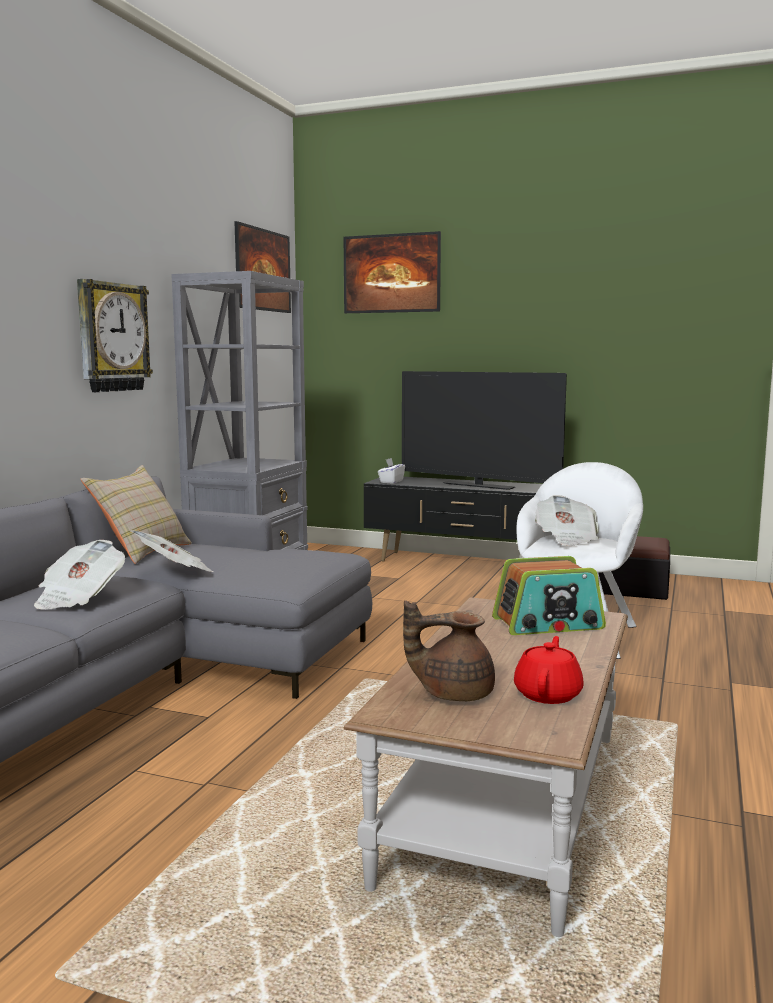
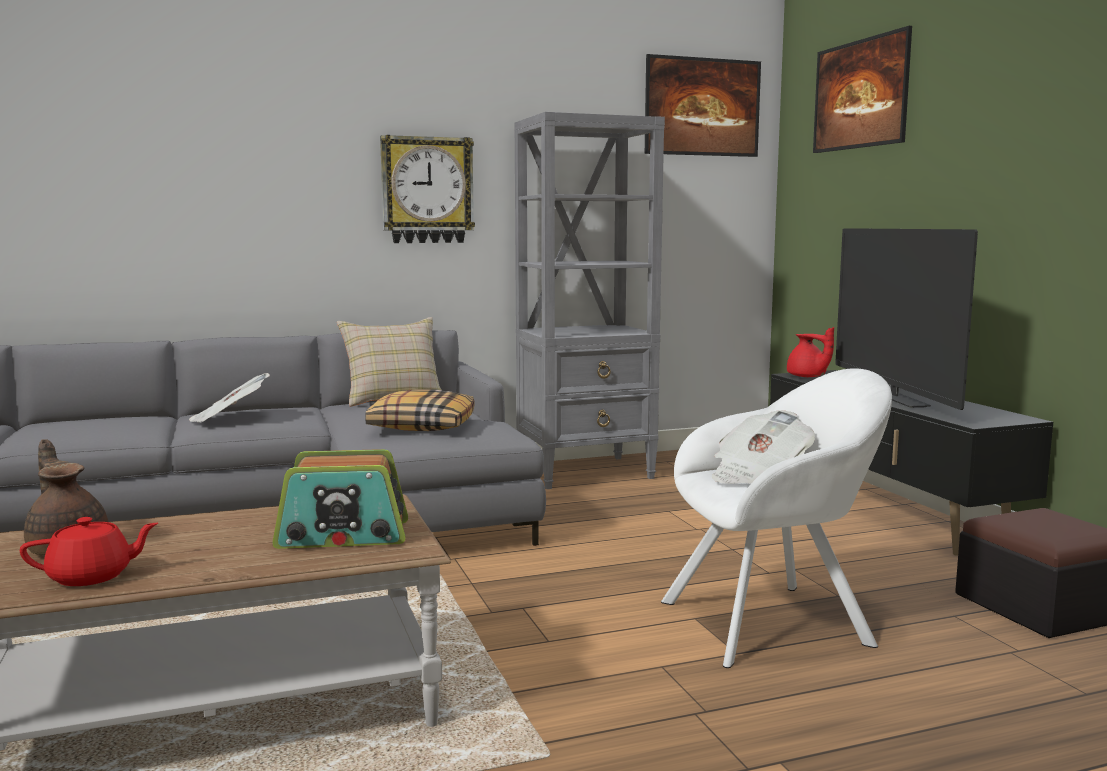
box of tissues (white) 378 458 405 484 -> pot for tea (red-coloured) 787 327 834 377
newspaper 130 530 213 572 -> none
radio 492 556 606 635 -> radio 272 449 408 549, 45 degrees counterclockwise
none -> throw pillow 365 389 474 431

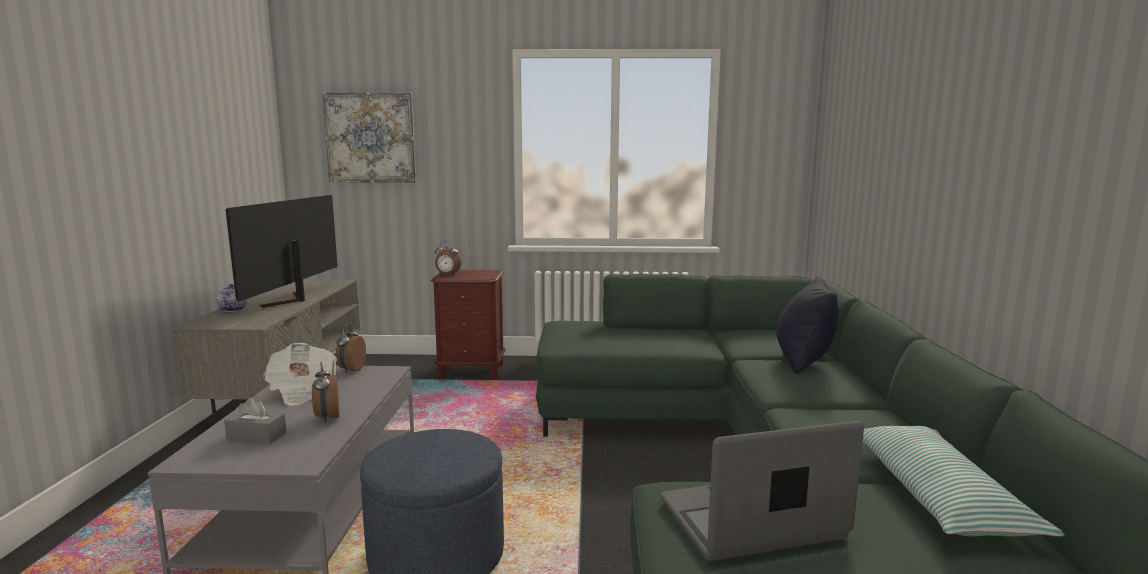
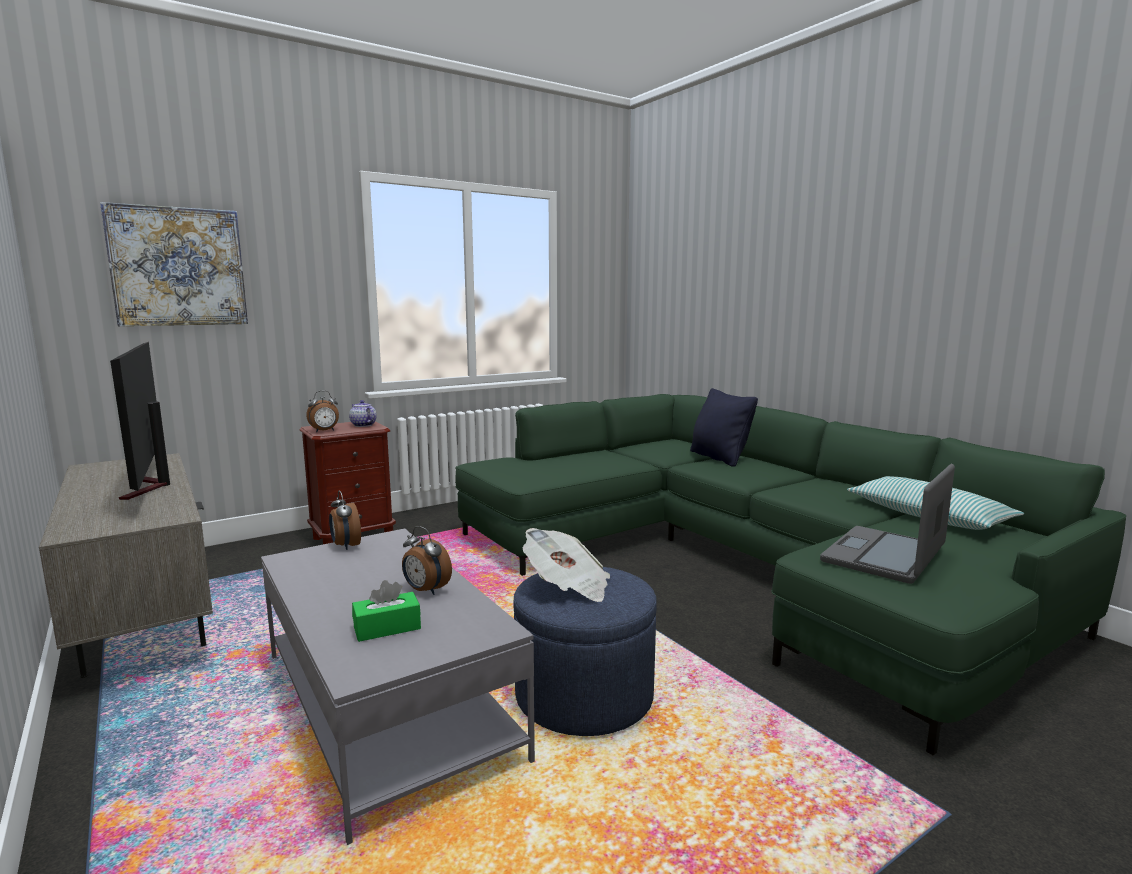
pot for tea 217 284 247 312 -> pot for tea 349 400 377 427, moved
newspaper 263 343 337 406 -> newspaper 522 528 610 602, moved
box of tissues (gray) 224 398 287 444 -> box of tissues (green-coloured) 352 580 421 642

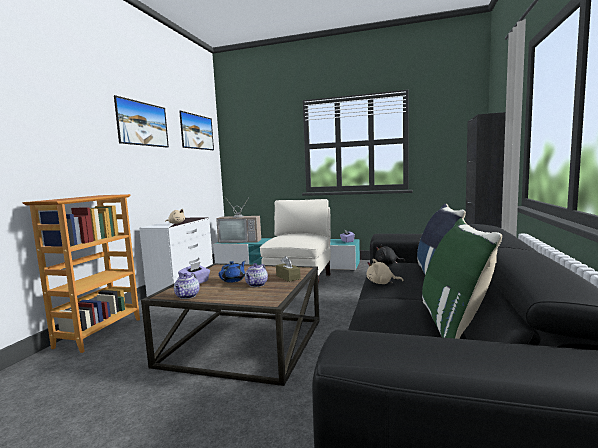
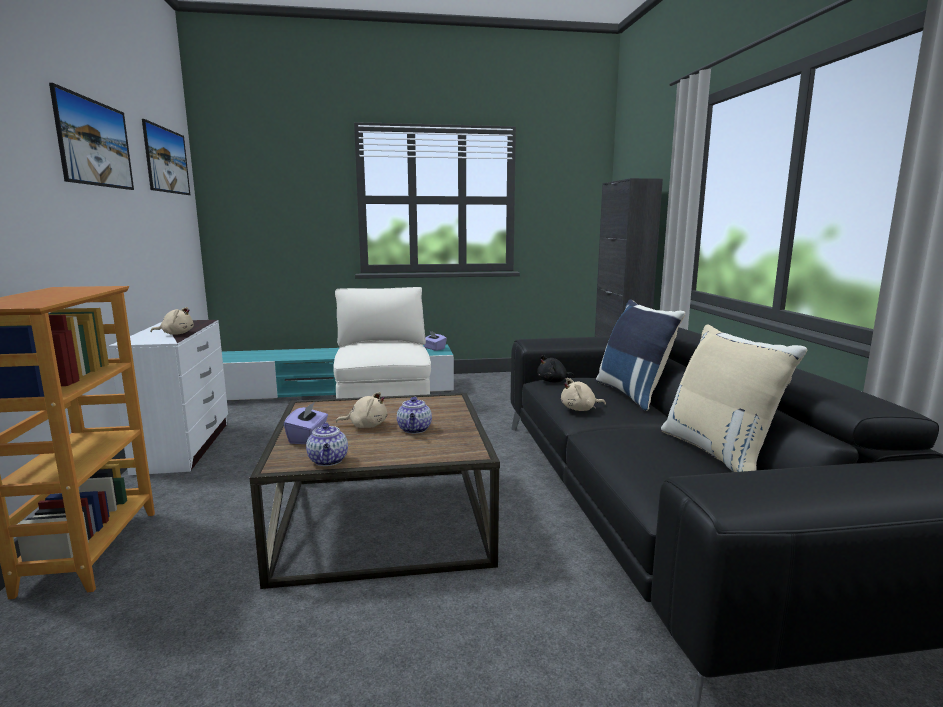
TV 216 196 261 243 -> none
throw pillow (green-coloured) 422 218 502 339 -> throw pillow (sand-coloured) 661 324 807 472
box of tissues (brown-coloured) 276 256 301 282 -> none
pot for tea (bluish) 219 261 245 283 -> plush toy (sand-coloured) 336 392 387 428

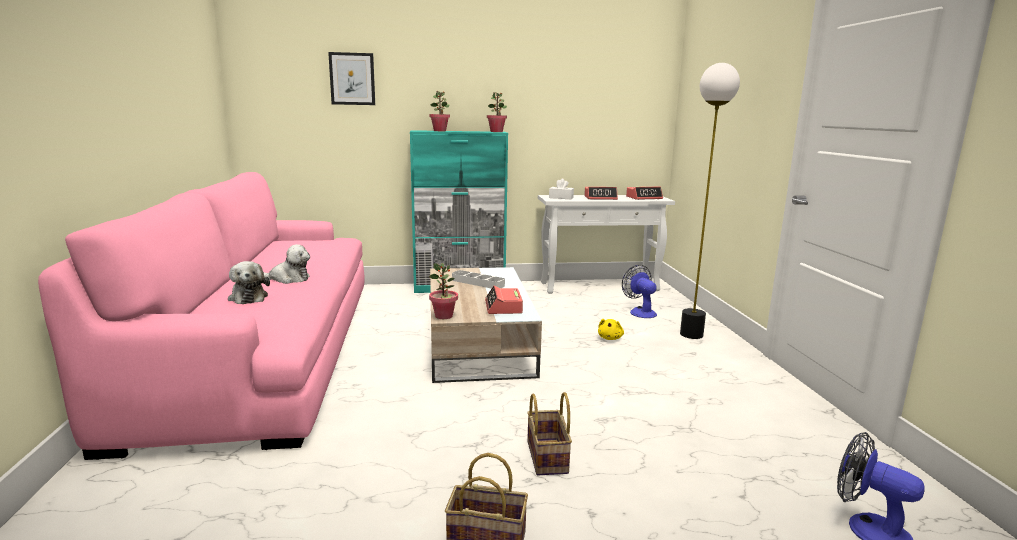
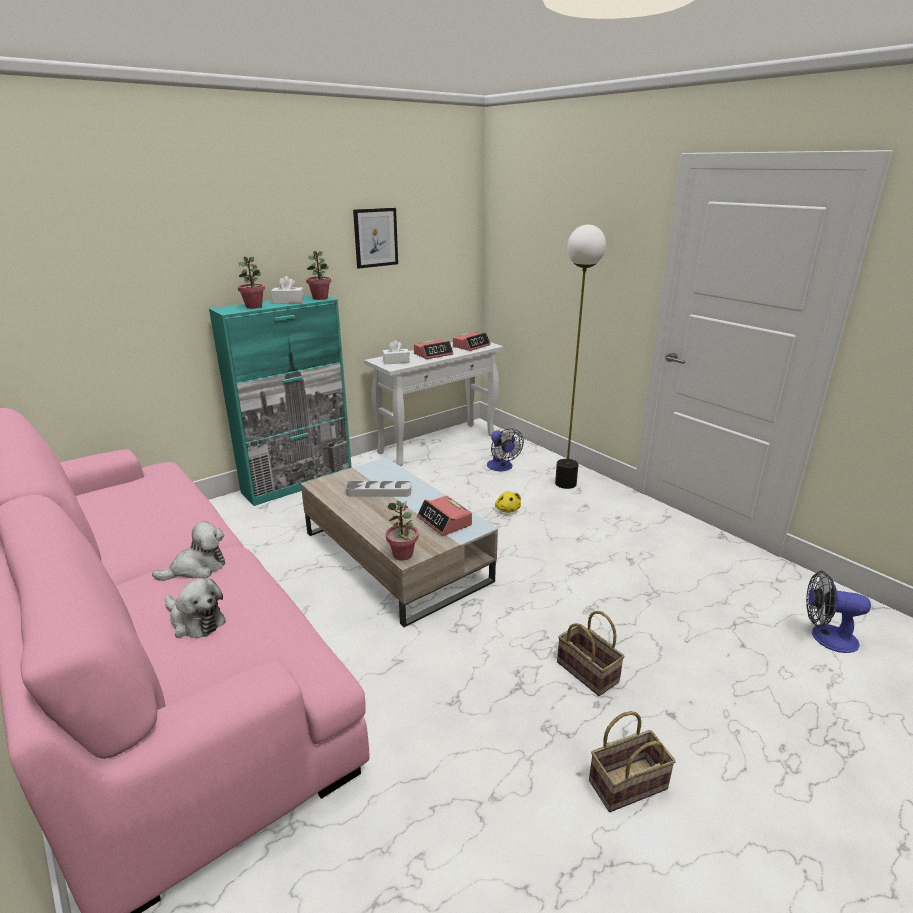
wall picture 328 52 375 105 -> wall picture 353 208 398 269, moved
electric fan 622 265 657 318 -> electric fan 487 428 524 471, 150 degrees counterclockwise
none -> box of tissues (white) 271 276 304 304

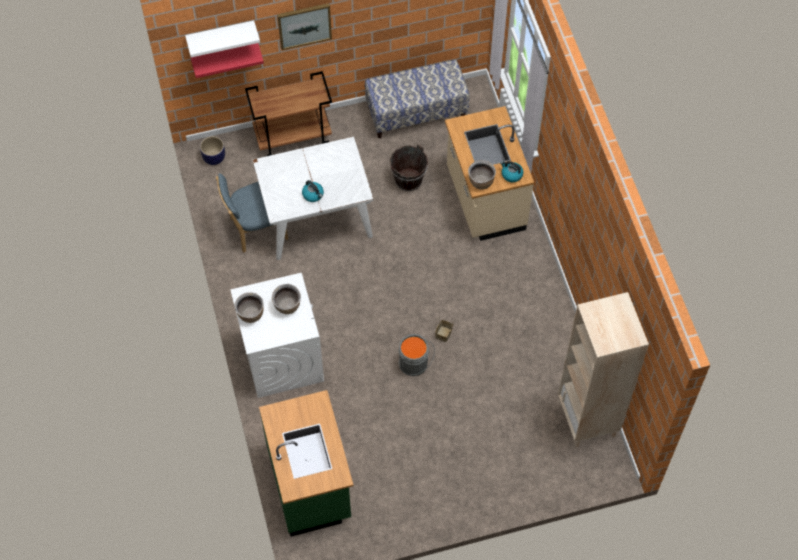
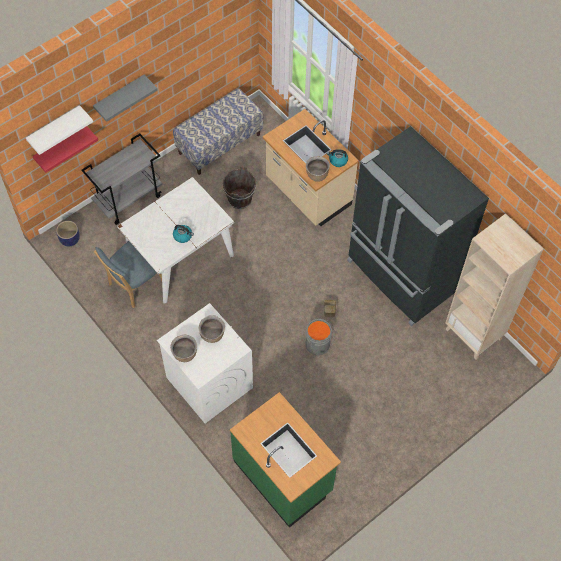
wall picture 277 3 332 50 -> bracket shelf (gray) 93 75 158 122
trolley (brown-coloured) 245 71 332 156 -> trolley (gray) 81 133 162 225
none -> fridge (black) 347 126 489 326

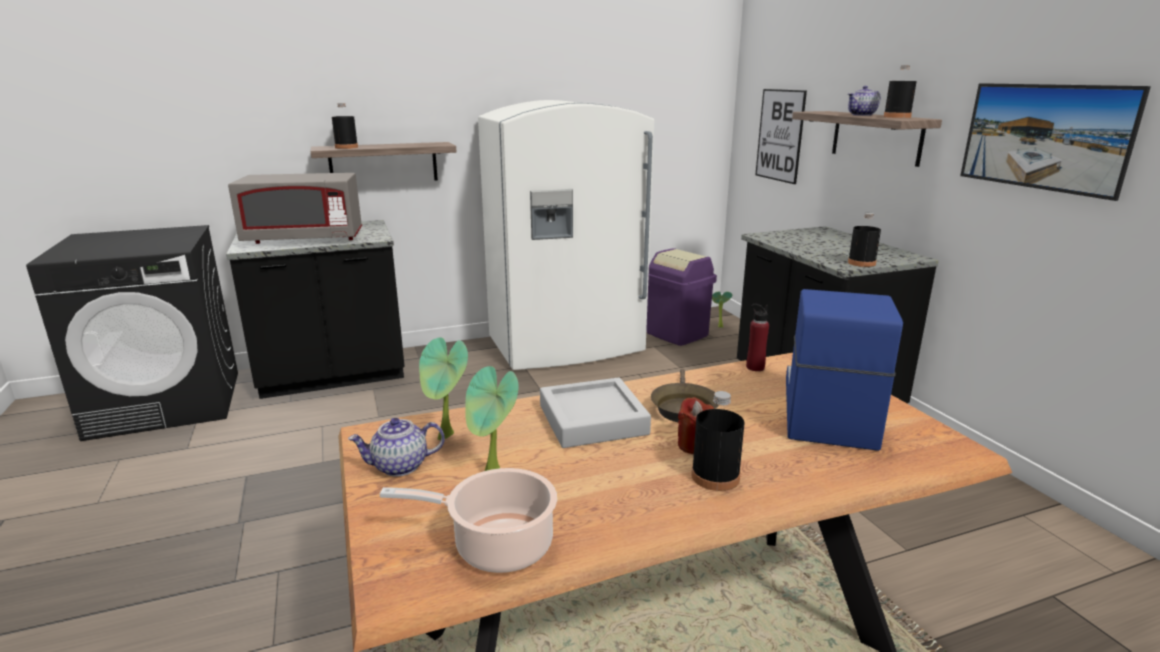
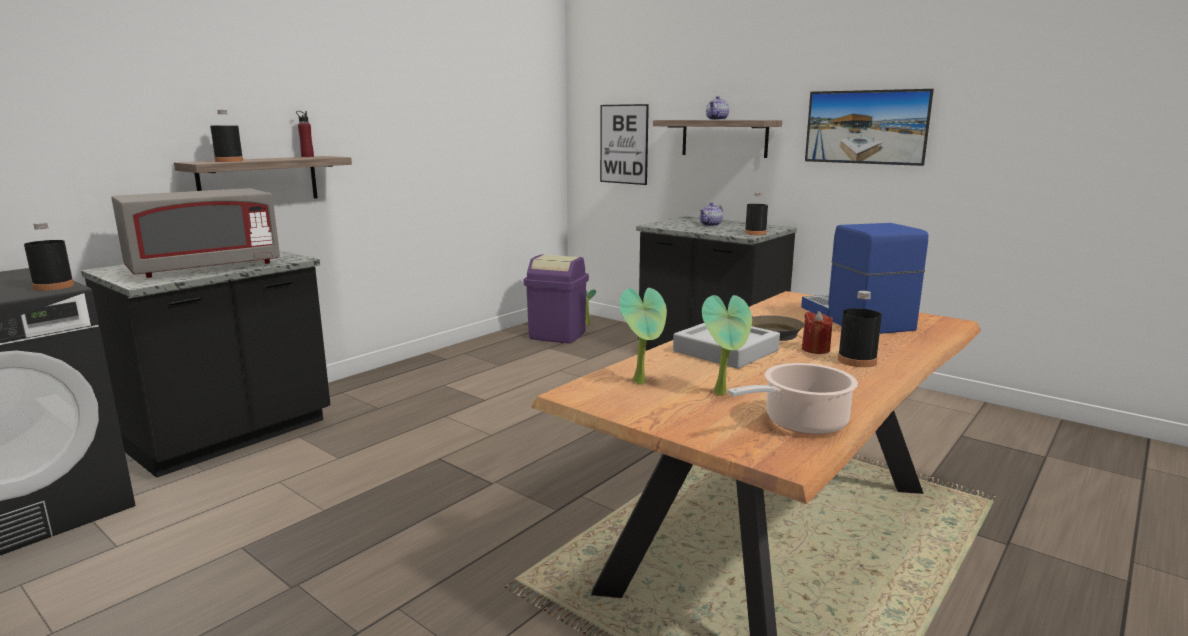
drink bottle (black) 884 65 917 118 -> drink bottle (black) 24 222 74 291, moved
fridge (white) 478 100 654 370 -> none
drink bottle (red-coloured) 746 304 769 371 -> drink bottle (red-coloured) 296 111 314 157, moved
pot for tea 348 418 445 476 -> pot for tea 700 202 723 226, moved

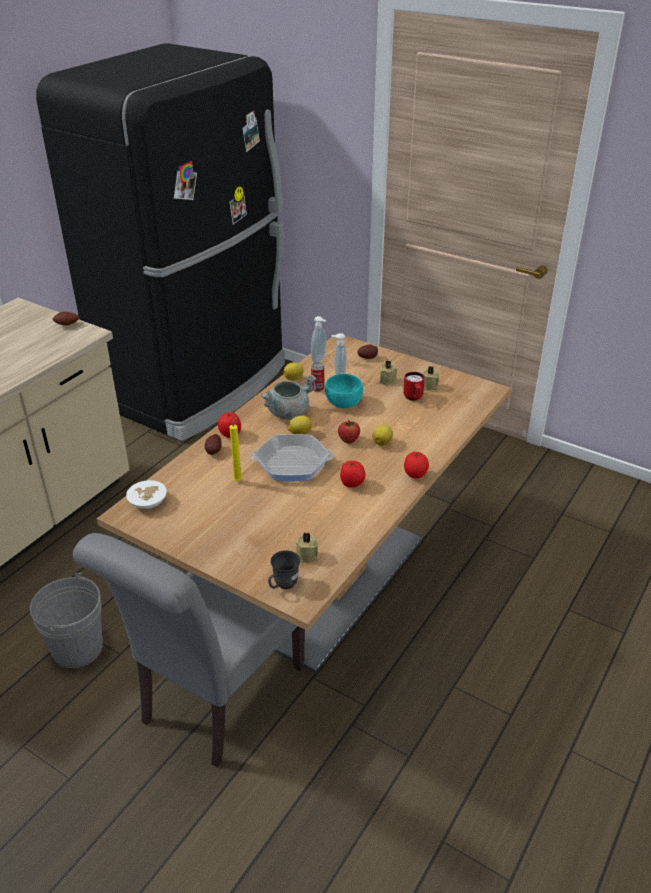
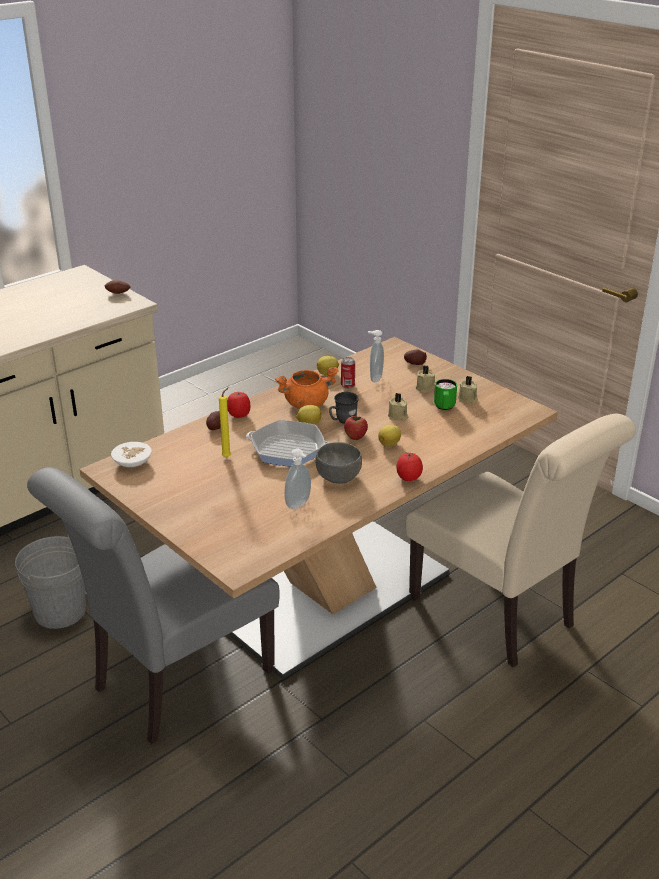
fridge (black) 36 43 285 441 -> none
soap dispenser 311 316 327 363 -> soap dispenser 284 449 311 509, moved
mug (red-coloured) 403 372 425 401 -> mug (green-coloured) 434 379 457 410
bowl (turquoise-coloured) 325 374 363 409 -> none
cooking pot (gray) 261 375 316 420 -> cooking pot (orange-coloured) 275 367 339 409
tomato 340 461 365 488 -> bowl (gray) 315 442 362 483
candle (sand-coloured) 296 532 320 563 -> candle (sand-coloured) 388 393 408 421, moved
mug (gray) 268 550 300 589 -> mug (gray) 329 392 359 424, moved
none -> upright chair (sand-coloured) 406 414 636 668

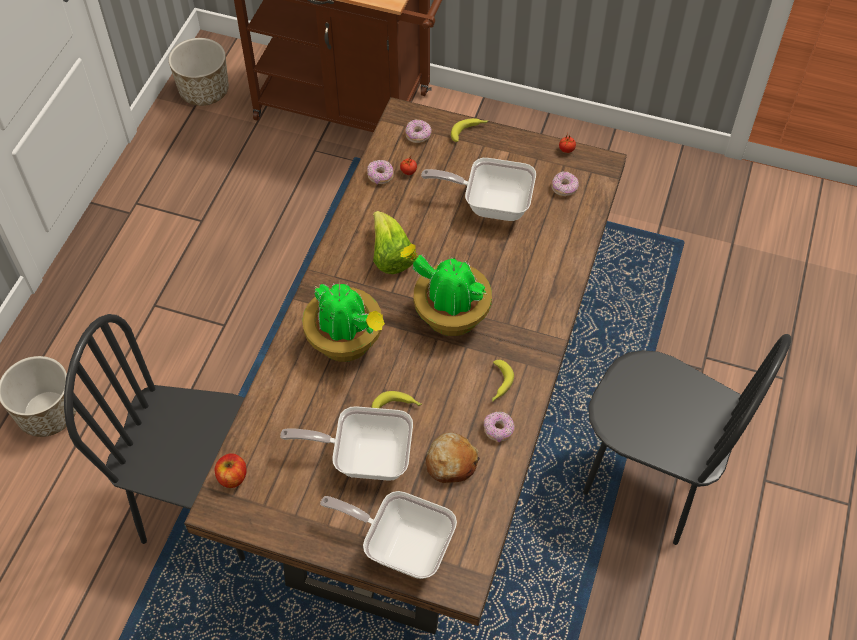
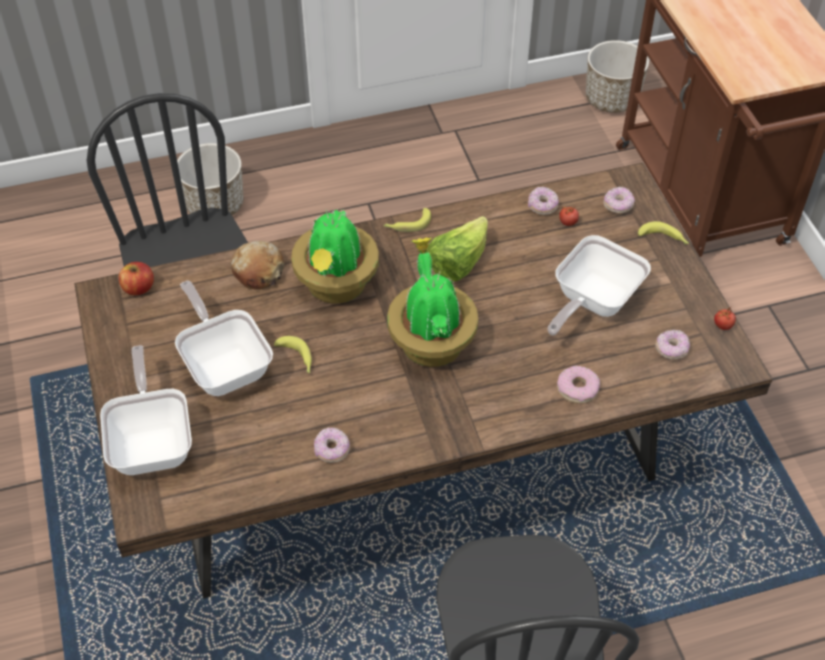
frying pan 421 158 536 221 -> frying pan 548 235 651 335, 120 degrees counterclockwise
banana fruit 492 360 514 402 -> banana fruit 383 208 431 232, moved
baked bread 425 432 480 483 -> baked bread 231 241 284 290, moved
none -> donut 557 366 600 404

